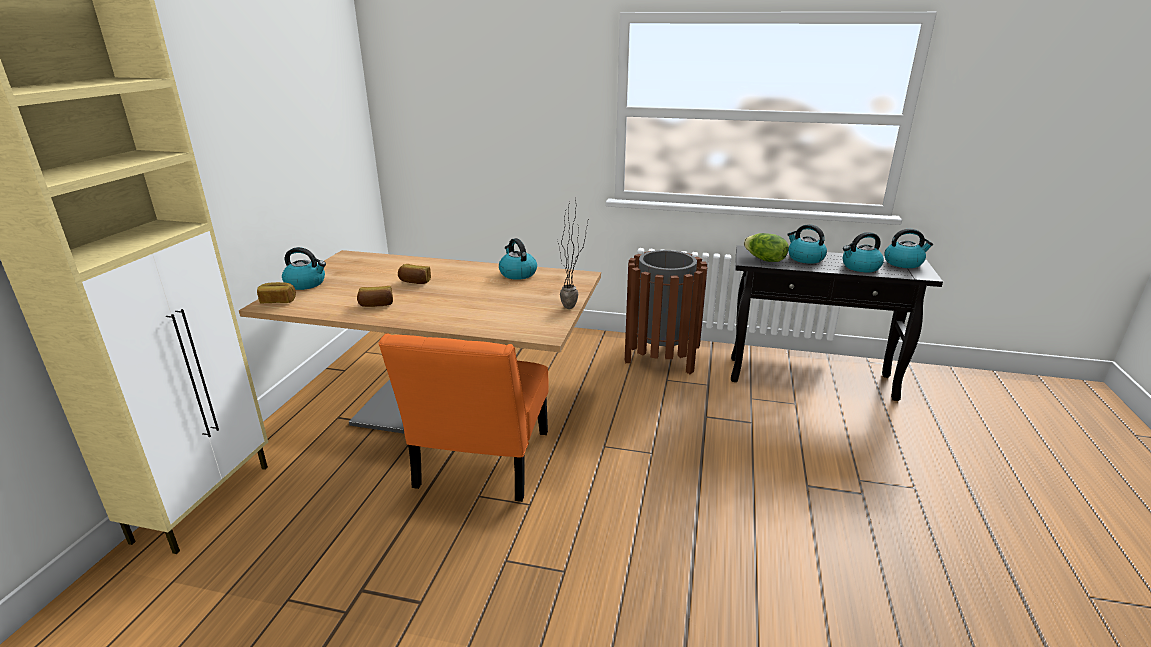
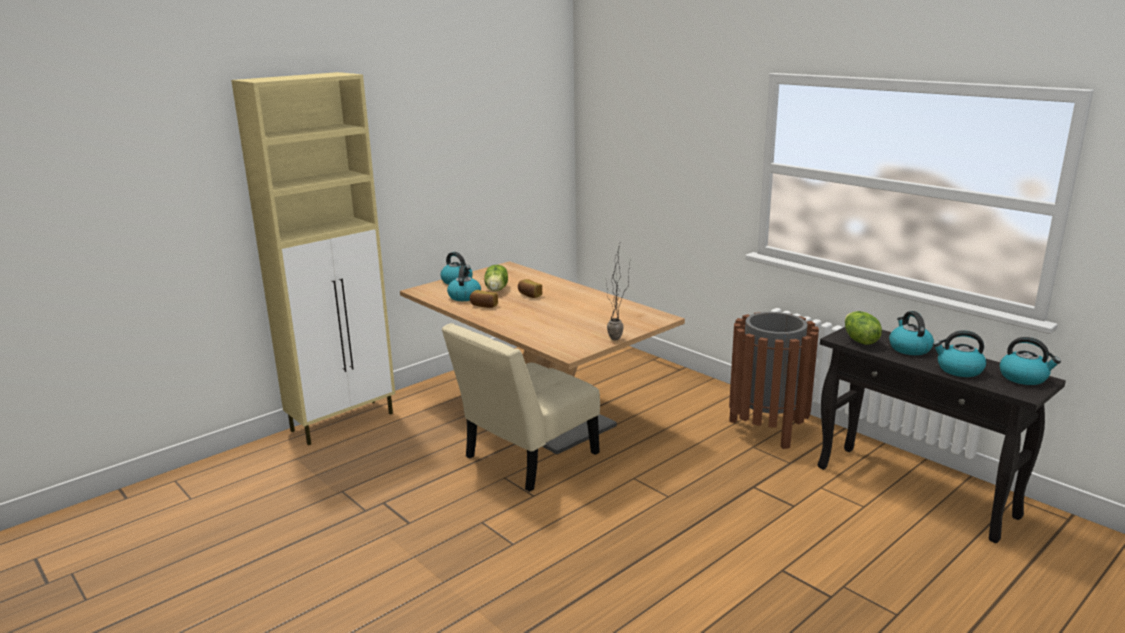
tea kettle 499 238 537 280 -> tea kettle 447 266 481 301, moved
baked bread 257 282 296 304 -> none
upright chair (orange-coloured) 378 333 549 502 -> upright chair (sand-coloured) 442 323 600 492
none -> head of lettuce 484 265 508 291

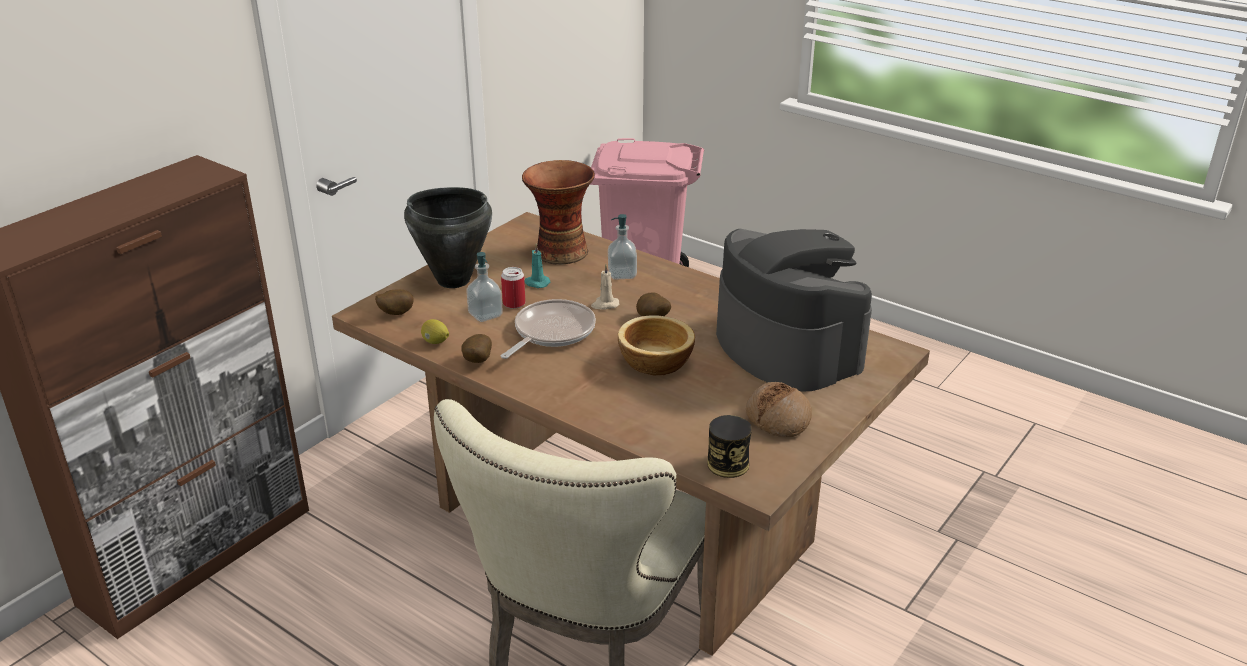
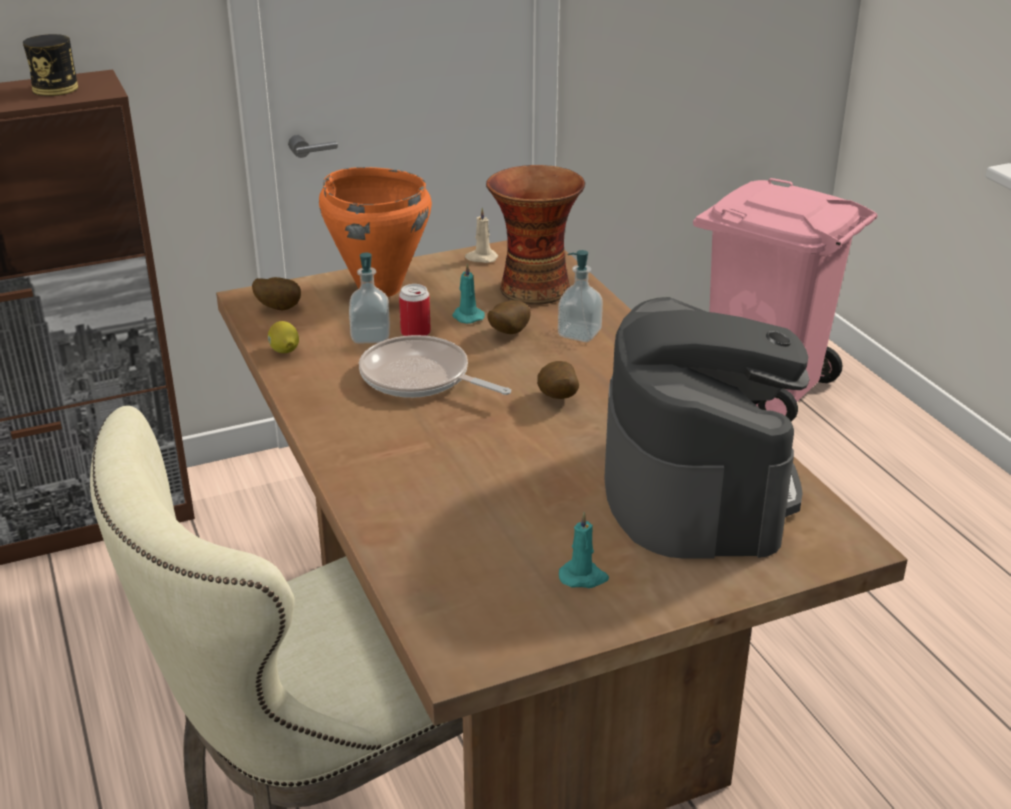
cooking pot (black) 404 187 492 288 -> cooking pot (orange-coloured) 319 167 432 297
candle (sand-coloured) 591 264 619 309 -> candle (sand-coloured) 465 208 498 263, moved
frying pan 501 299 596 359 -> frying pan 359 335 511 398, 120 degrees counterclockwise
bowl 618 315 695 376 -> none
potato 461 334 492 363 -> potato 487 300 531 334, moved
baked bread 746 382 812 437 -> candle (turquoise-coloured) 559 511 609 588
sealed can 707 415 752 478 -> sealed can 23 34 78 96, moved

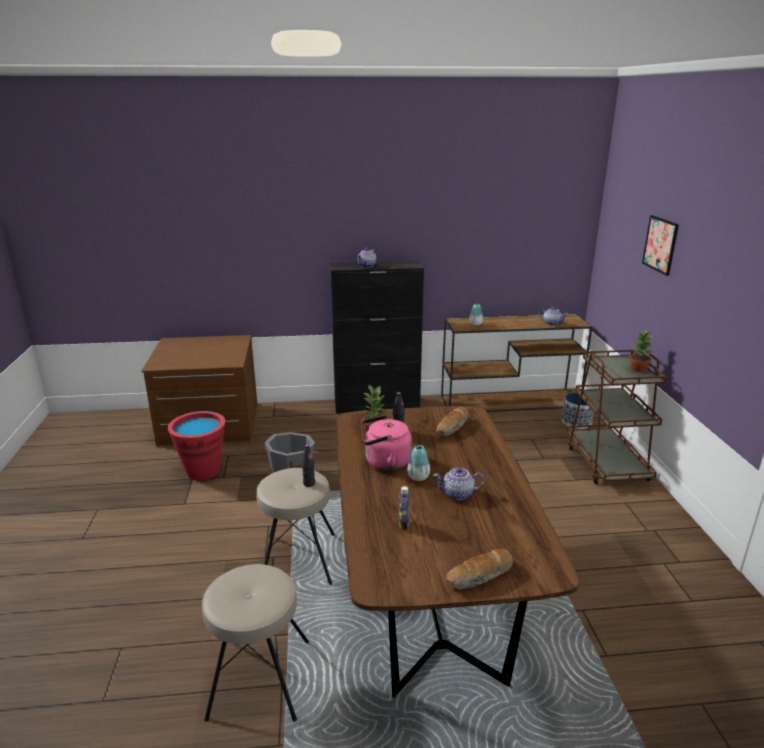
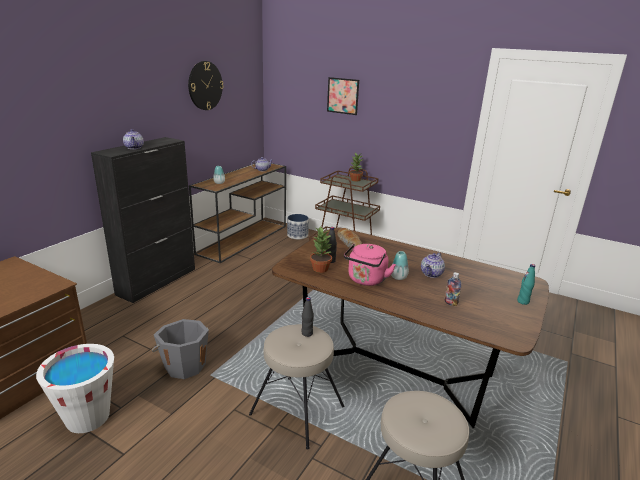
bucket (red-coloured) 168 411 225 480 -> bucket (white) 36 344 114 433
baked bread 446 549 513 589 -> drink bottle (turquoise-coloured) 517 264 535 305
none -> wall clock 188 61 224 110

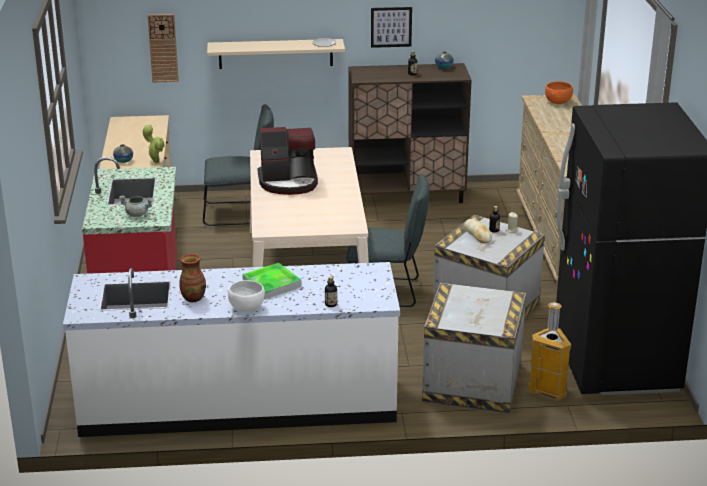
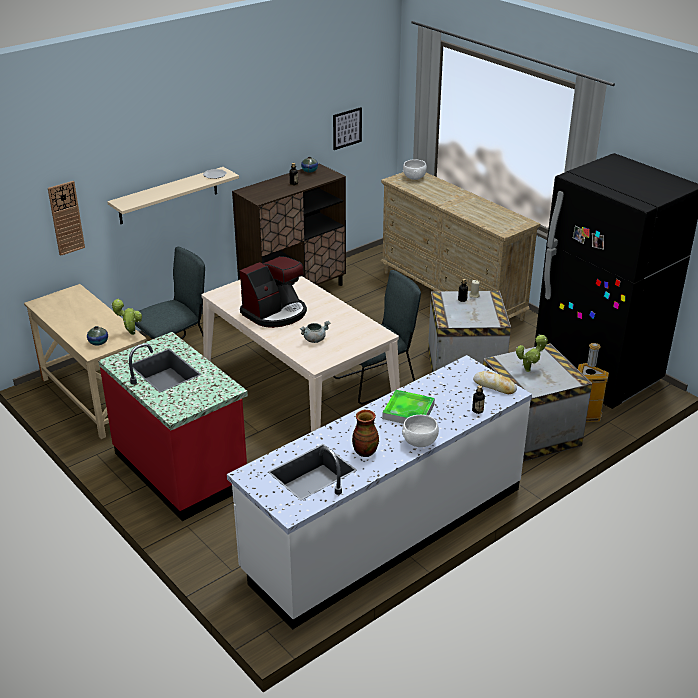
wall picture 371 7 412 48 -> wall picture 333 107 362 150, moved
bowl (orange-coloured) 545 81 573 104 -> bowl (white) 403 159 427 180
cooking pot (gray) 119 195 154 217 -> cooking pot (gray) 300 321 330 343, moved
baked bread 464 219 492 243 -> baked bread 473 371 517 394, moved
none -> houseplant 516 334 548 372

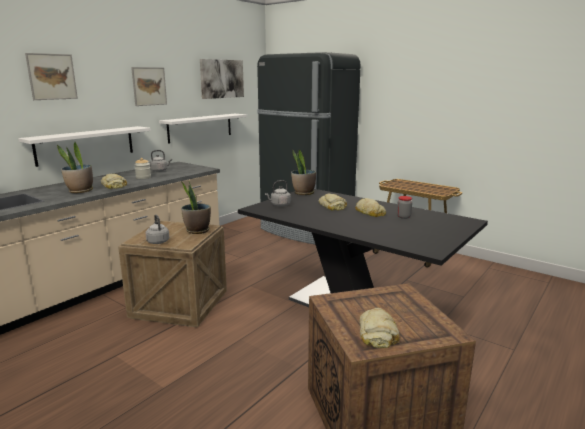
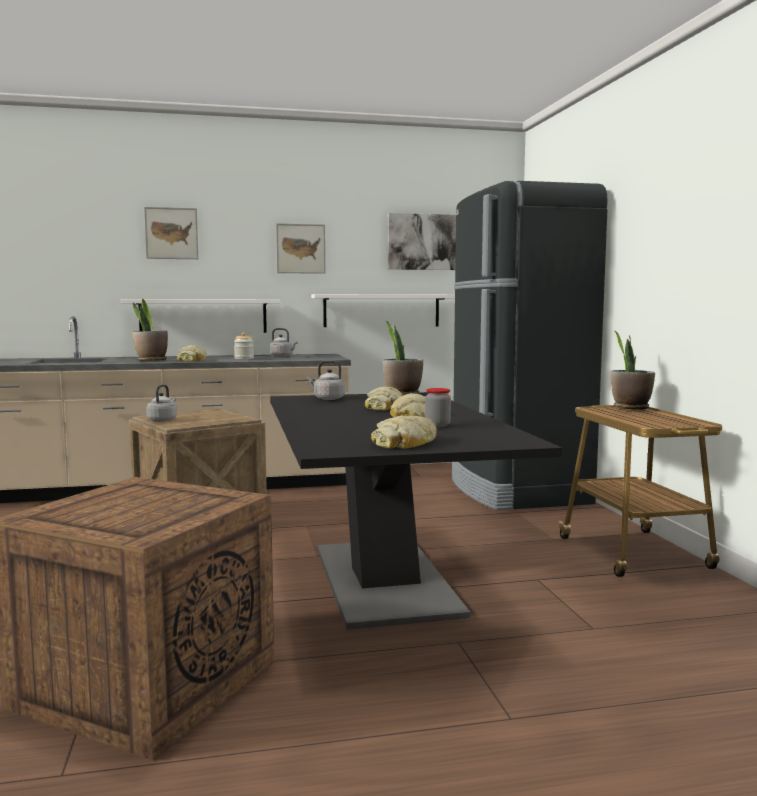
houseplant 181 181 211 234 -> houseplant 611 331 655 410, moved
baked bread 360 308 400 348 -> baked bread 371 416 437 448, moved

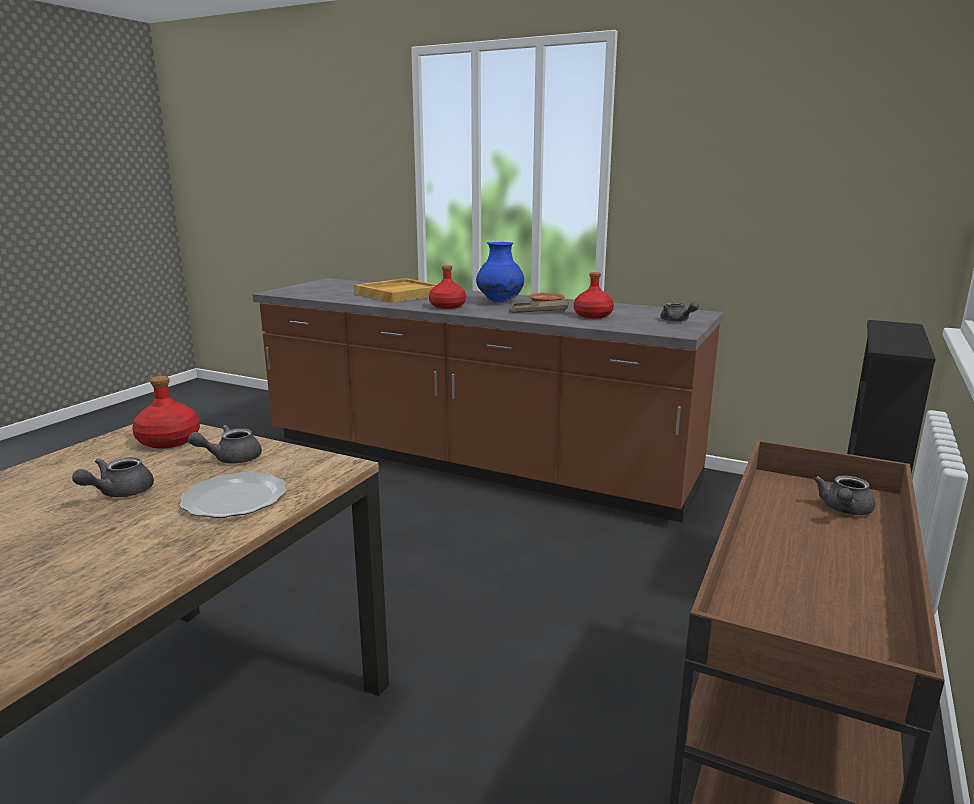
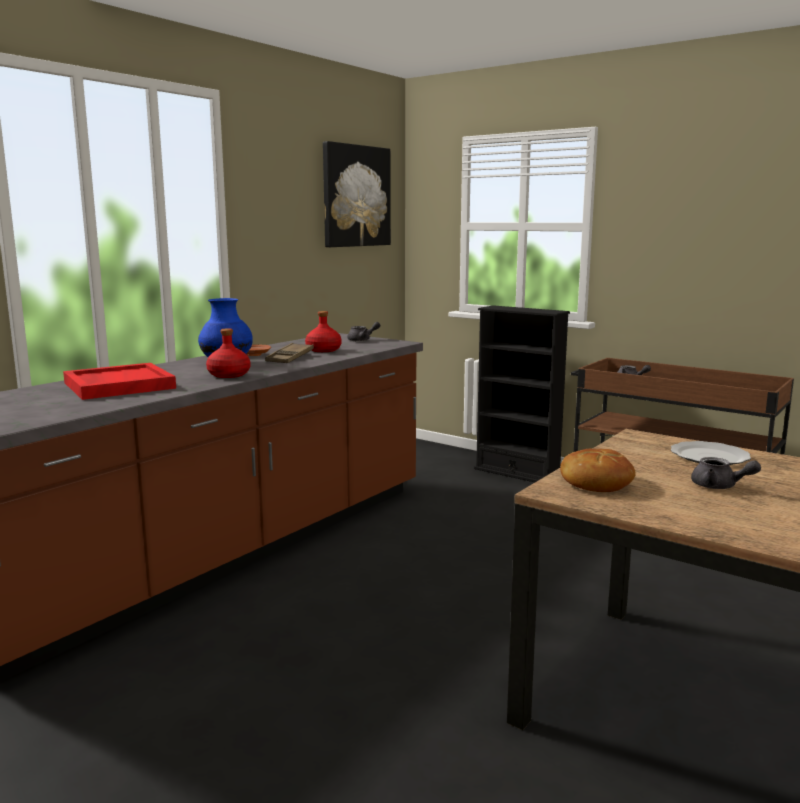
carrying tray (sand-coloured) 354 278 437 303 -> carrying tray (red-coloured) 63 363 176 400
drink bottle (red-coloured) 132 376 200 449 -> baked bread 560 449 636 492
pot for tea (gray) 188 425 262 464 -> none
none -> wall picture 323 141 391 247

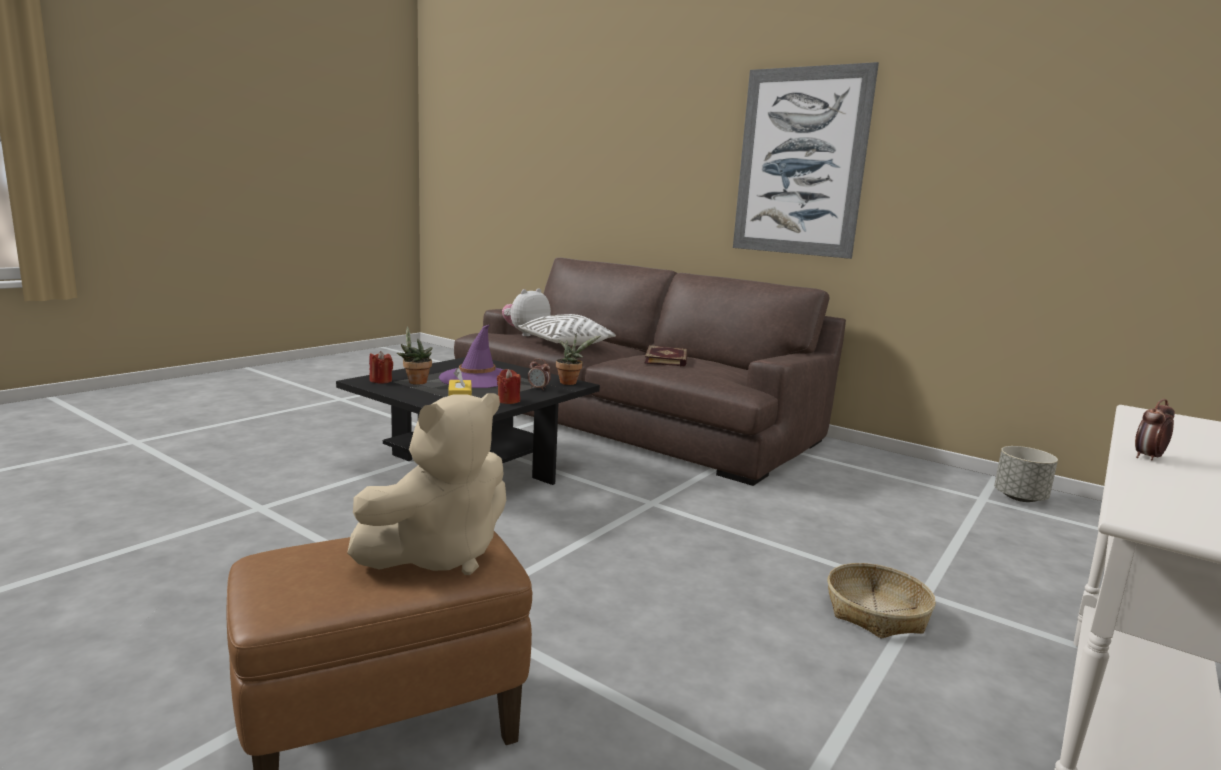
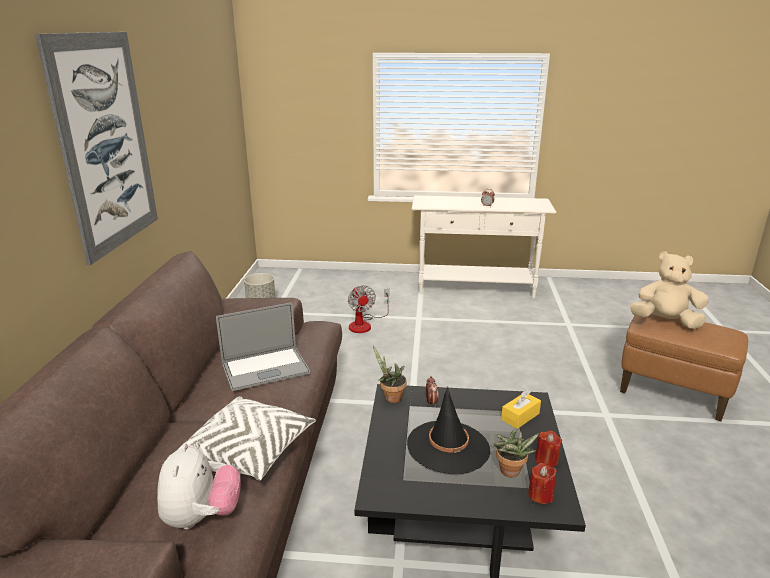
plush toy 502 288 551 336 -> plush toy 157 443 241 529, 105 degrees counterclockwise
hat (purplish) 439 325 504 388 -> hat (black) 407 387 490 474
volume 644 345 688 366 -> notebook computer 216 302 310 391
candle (red-coloured) 497 369 521 404 -> candle (red-coloured) 535 430 562 468, moved
basket 827 563 936 638 -> none
none -> electric fan 348 285 389 333

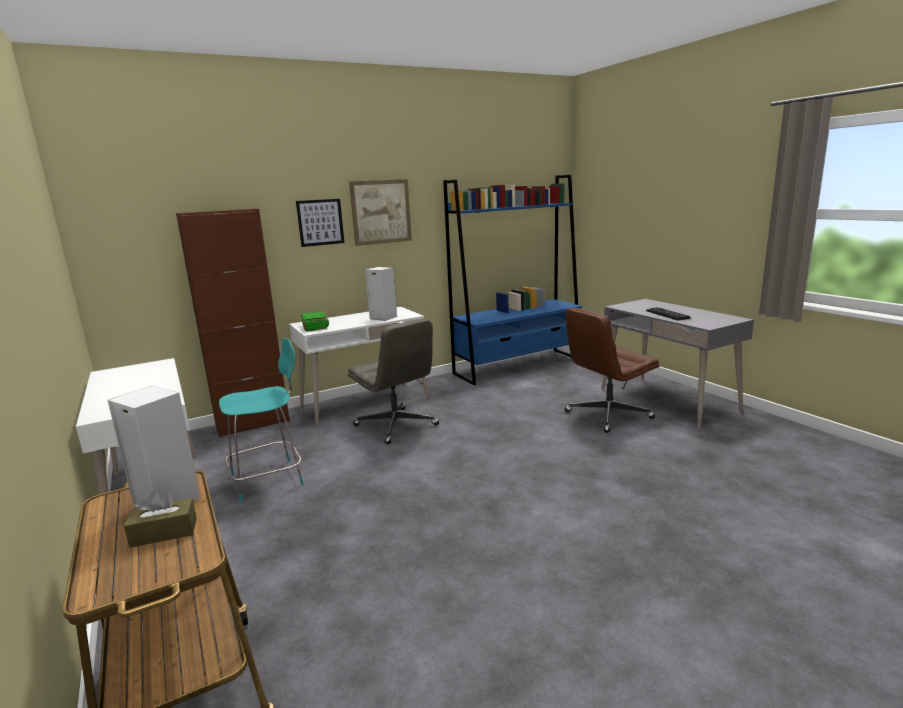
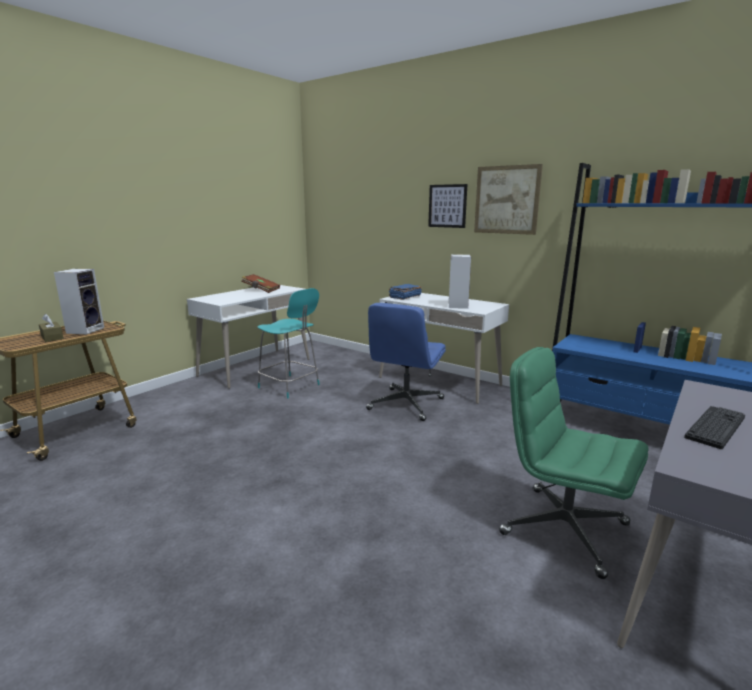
cabinet (brown-coloured) 176 208 290 438 -> none
desk chair (brown-coloured) 564 307 660 433 -> desk chair (green-coloured) 499 347 649 579
volume (green-coloured) 300 312 329 332 -> volume (bluish) 389 284 422 300
desk chair (gray) 348 318 439 444 -> desk chair (bluish) 366 303 446 421
none -> volume (brown-coloured) 241 274 280 293

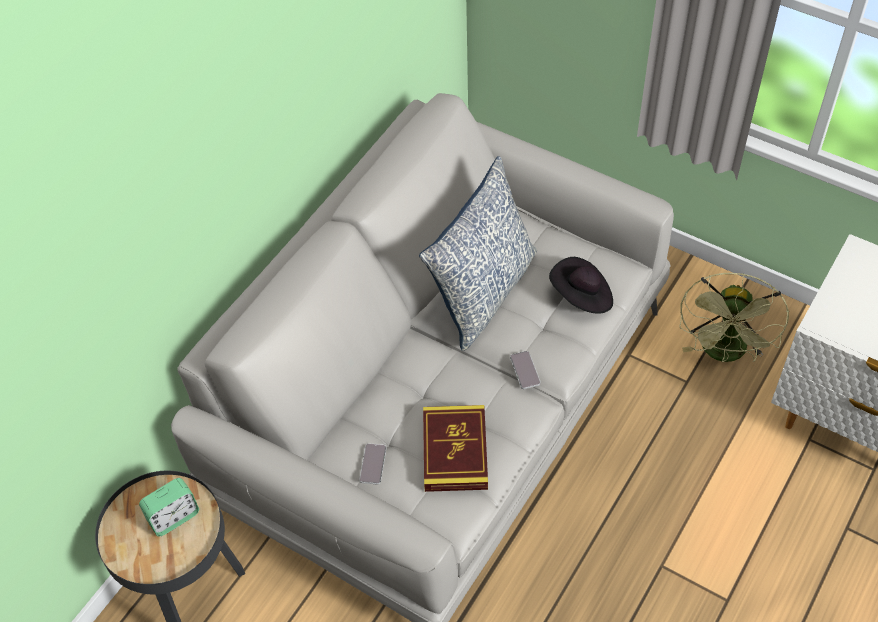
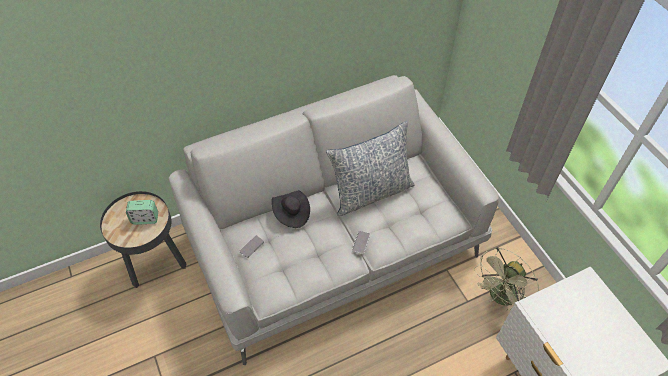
hat (black) 549 257 613 314 -> hat (black) 272 190 310 228, moved
volume 423 405 488 492 -> none

